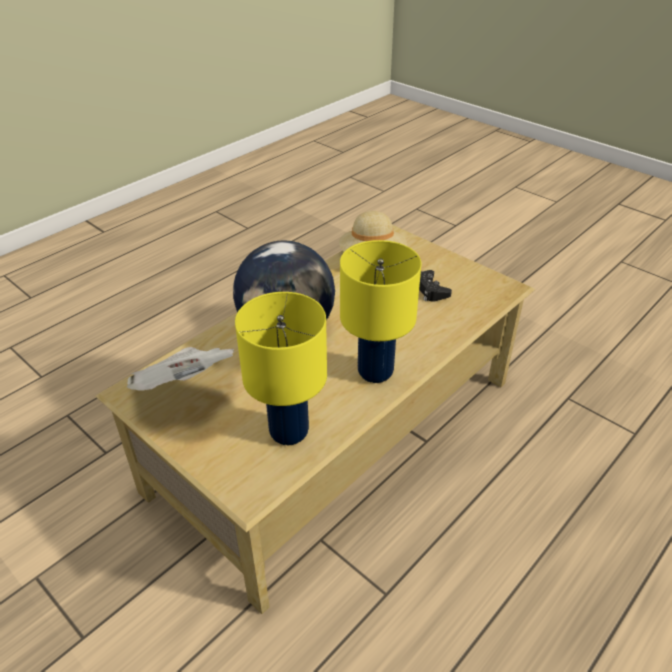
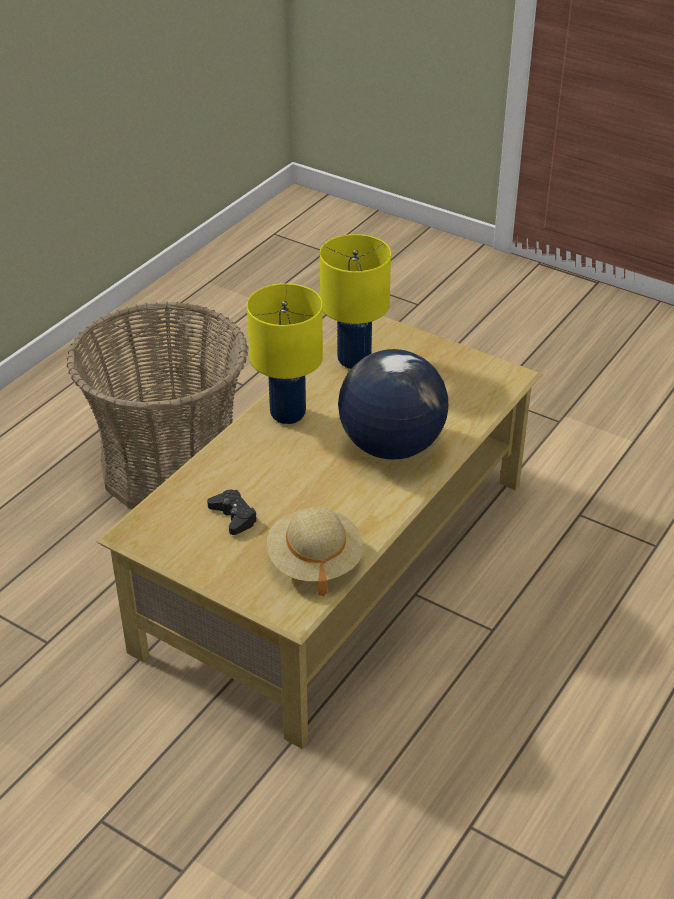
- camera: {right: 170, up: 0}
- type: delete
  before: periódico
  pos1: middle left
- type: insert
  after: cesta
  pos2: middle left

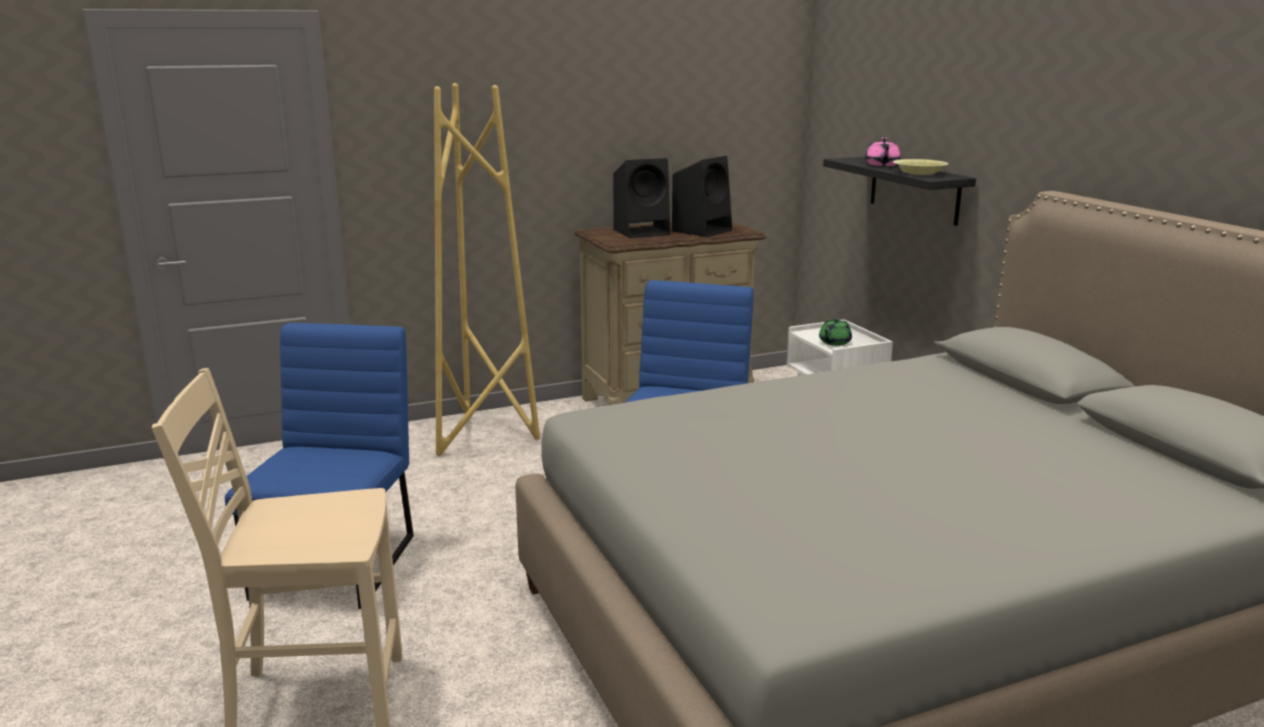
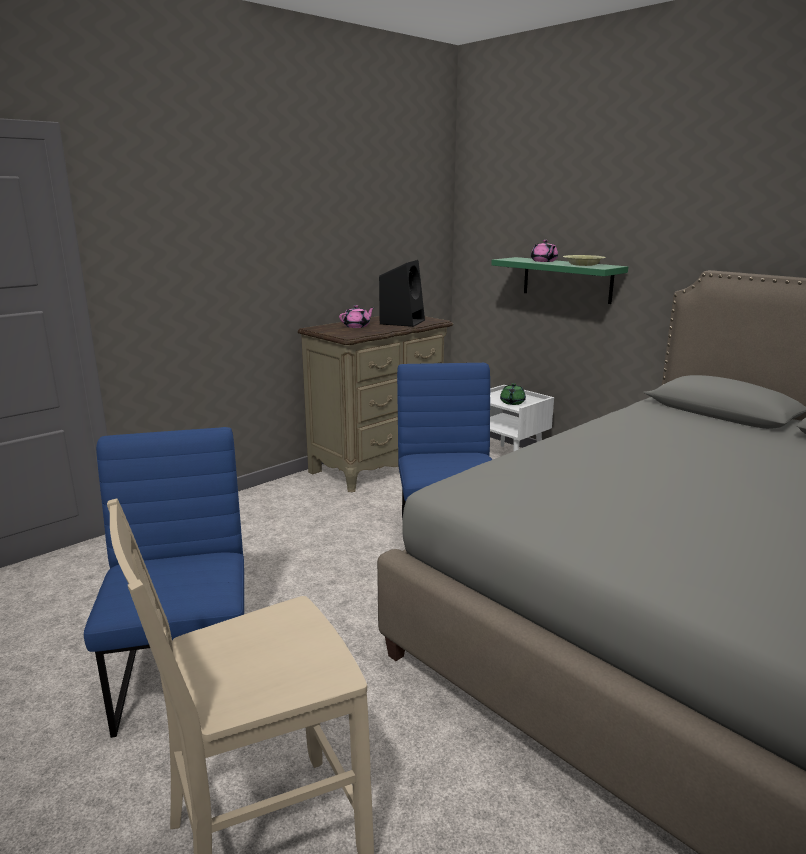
- camera: {right: -20, up: 0}
- type: delete
  before: perchero/amarillo
  pos1: centre
- type: replace
  before: altavoz/negro (1st from left)
  after: tetera/rosa (1st from left)
  pos1: top centre
  pos2: centre
- type: recolor
  before: estante/negro
  after: estante/verde
  pos1: top right
  pos2: top right

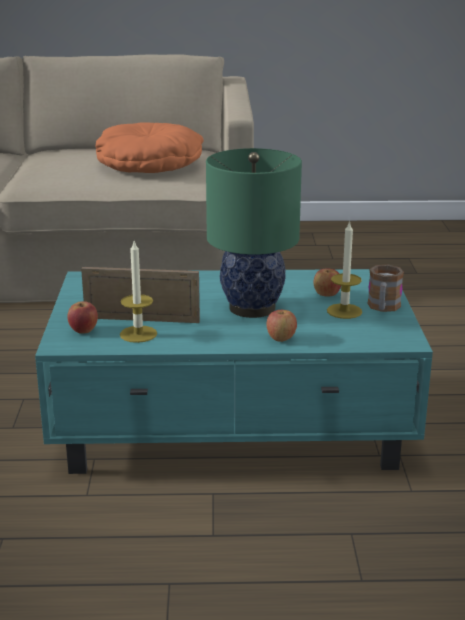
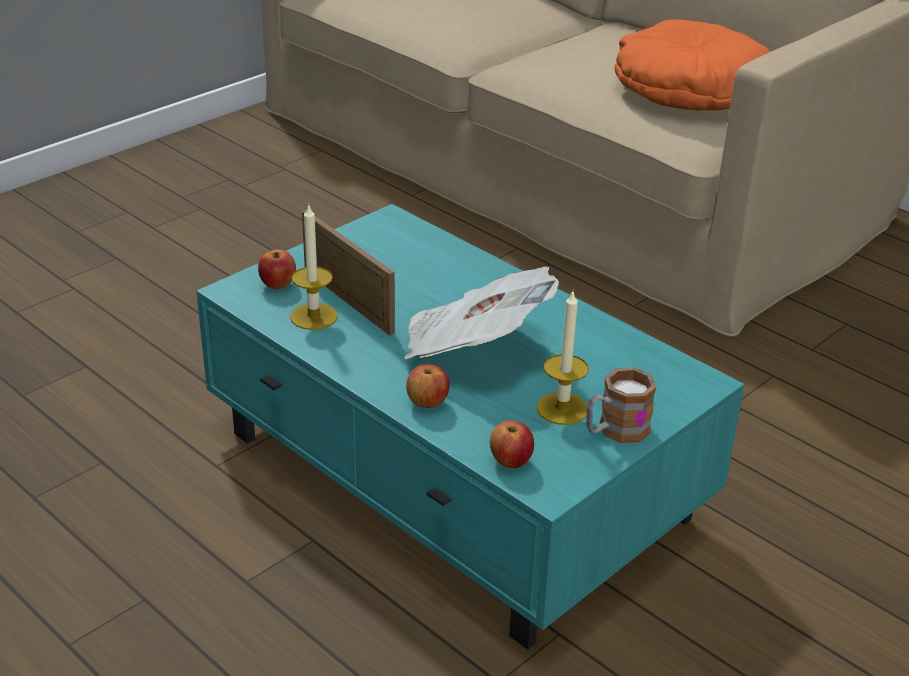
- camera: {right: 45, up: 10}
- type: move
  before: manzana (3rd from left)
  pos1: middle right
  pos2: centre
- type: replace
  before: lámpara de mesa/verde
  after: periódico
  pos1: centre
  pos2: centre

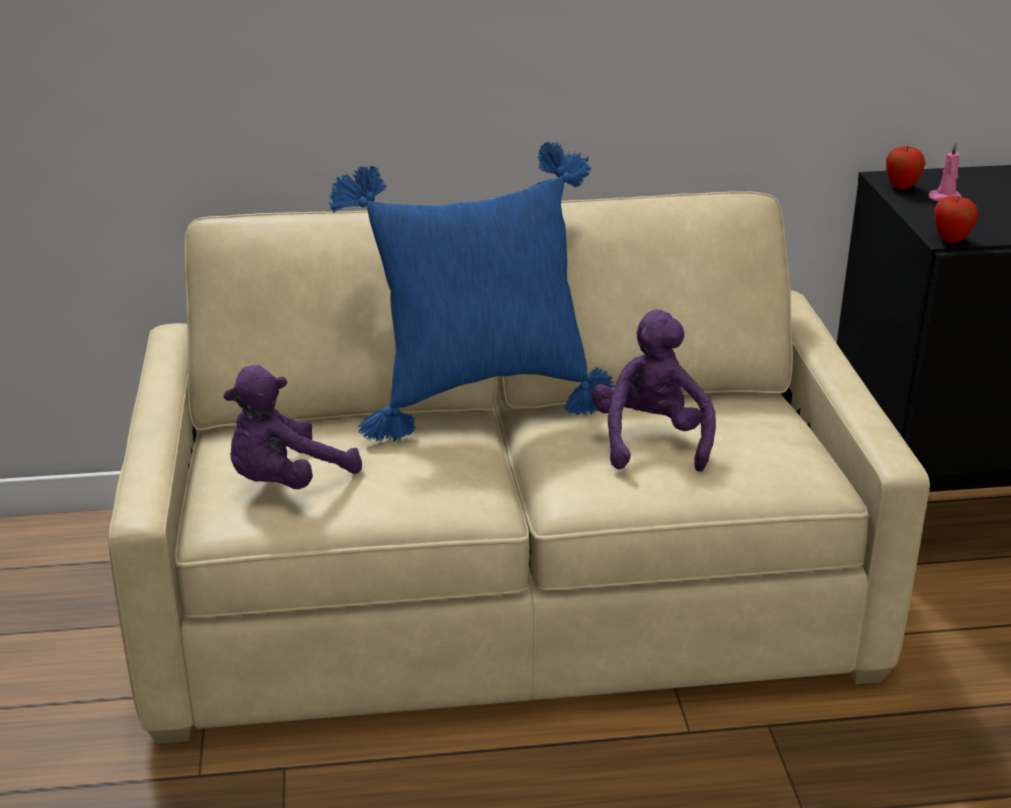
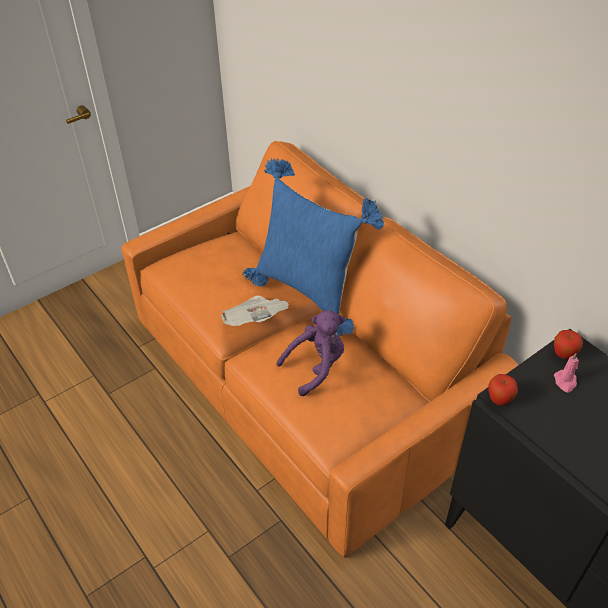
- camera: {right: 60, up: 15}
- type: delete
  before: peluche/morado (1st from left)
  pos1: middle left
- type: insert
  after: periódico
  pos2: centre
- type: recolor
  before: sofá/beis
  after: sofá/naranja
  pos1: centre
  pos2: centre

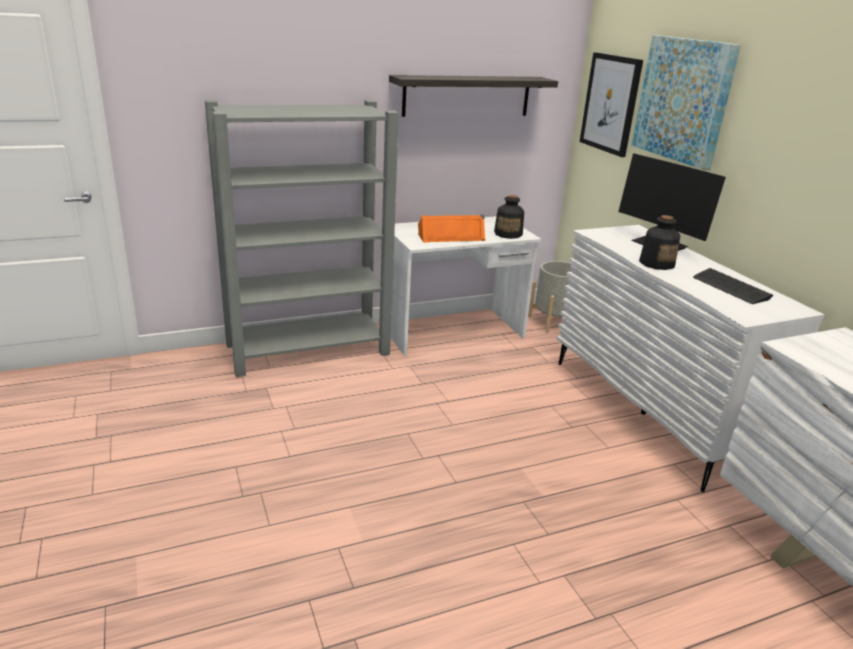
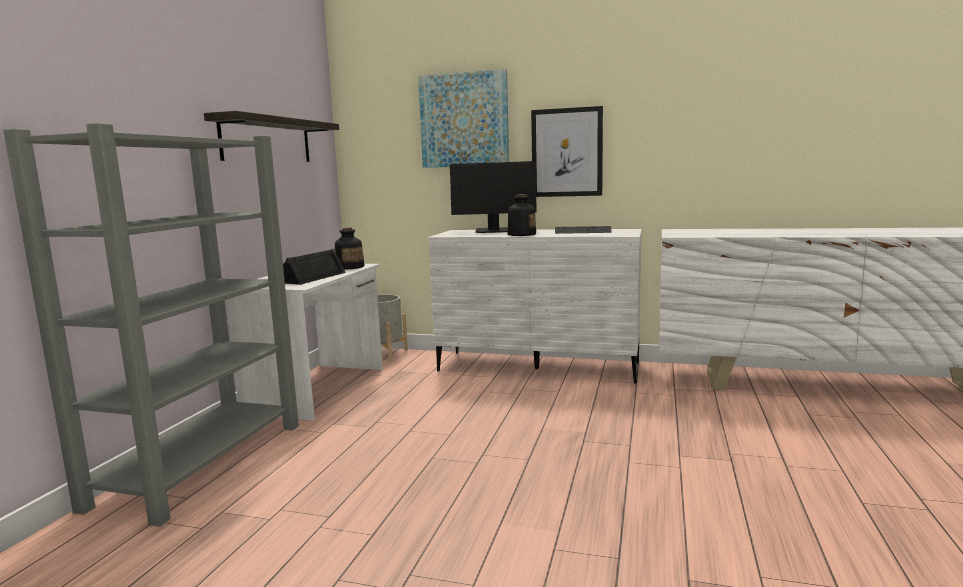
- camera: {right: -50, up: -15}
- type: move
  before: cuadro (1st from left in the first image)
  after: cuadro (2nd from left)
  pos1: top right
  pos2: top centre
- type: recolor
  before: altavoz/naranja
  after: altavoz/negro
  pos1: centre
  pos2: middle left

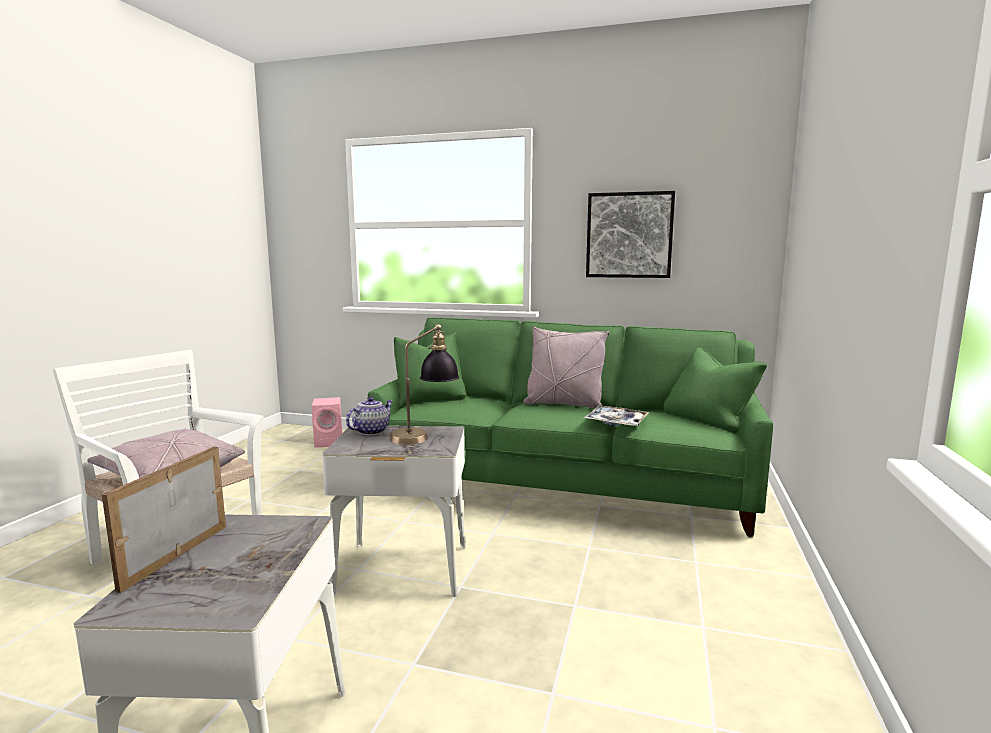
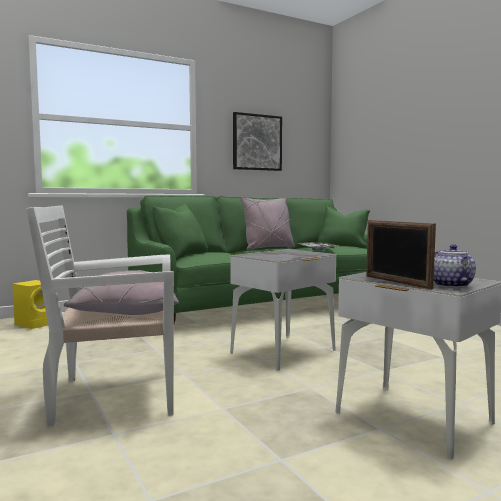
- camera: {right: -45, up: -5}
- type: delete
  before: lámpara de mesa
  pos1: centre
- type: move
  before: tetera
  pos1: centre
  pos2: middle right
- type: recolor
  before: altavoz/rosa
  after: altavoz/amarillo
  pos1: middle left
  pos2: middle left

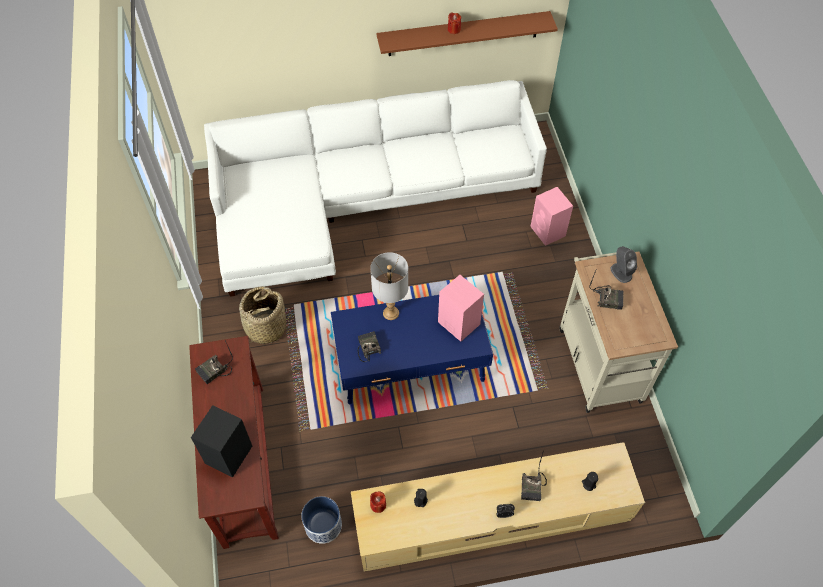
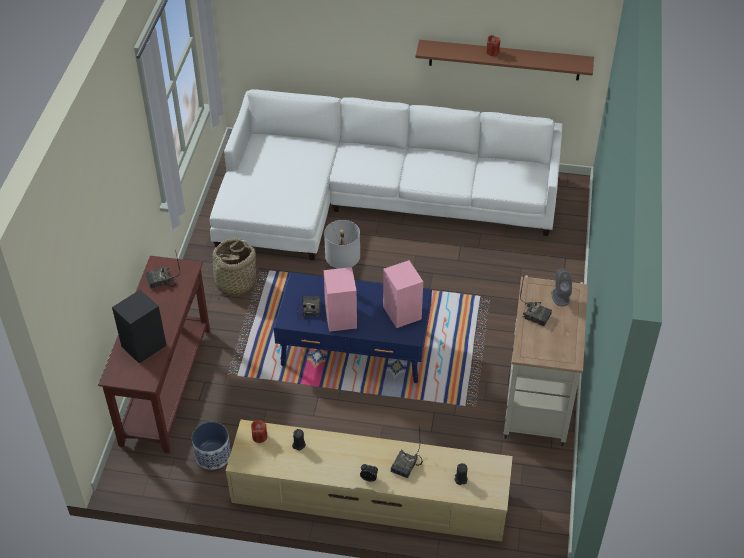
- camera: {right: 20, up: -10}
- type: move
  before: altavoz/rosa (2nd from left in the first image)
  after: altavoz/rosa (1st from left)
  pos1: middle right
  pos2: centre

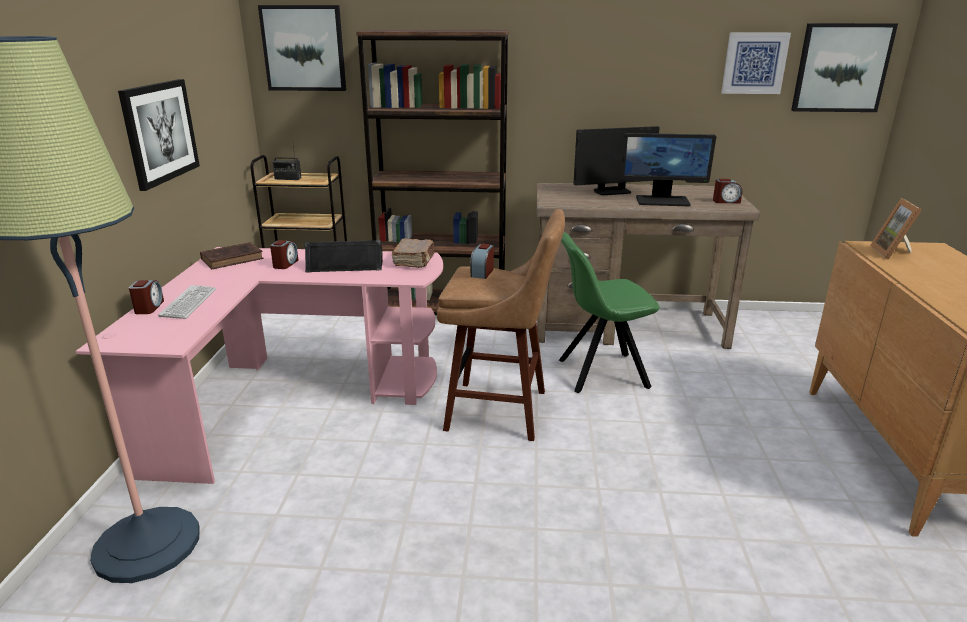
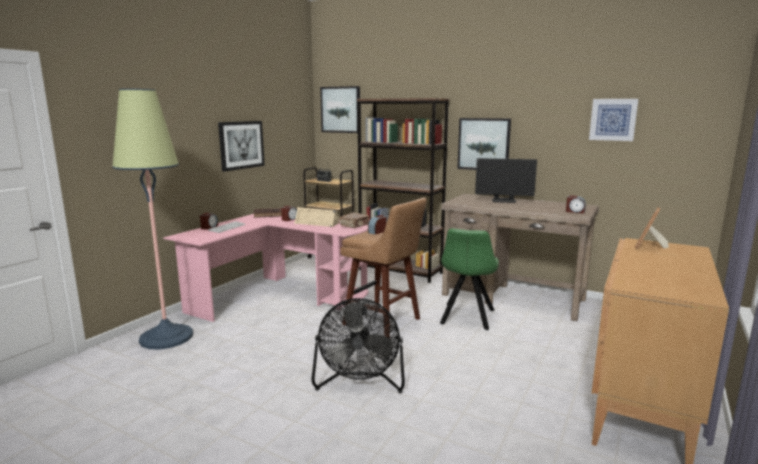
- camera: {right: 25, up: -10}
- type: delete
  before: monitor (2nd from left)
  pos1: top right
- type: insert
  after: ventilador/negro
  pos2: bottom centre
- type: move
  before: cuadro (4th from left in the first image)
  after: cuadro (3rd from left)
  pos1: top right
  pos2: top centre
- type: recolor
  before: altavoz/negro
  after: altavoz/beis
  pos1: centre
  pos2: centre
- type: rotate
  before: silla/verde
  pos1: centre
  pos2: centre
  turn: -90

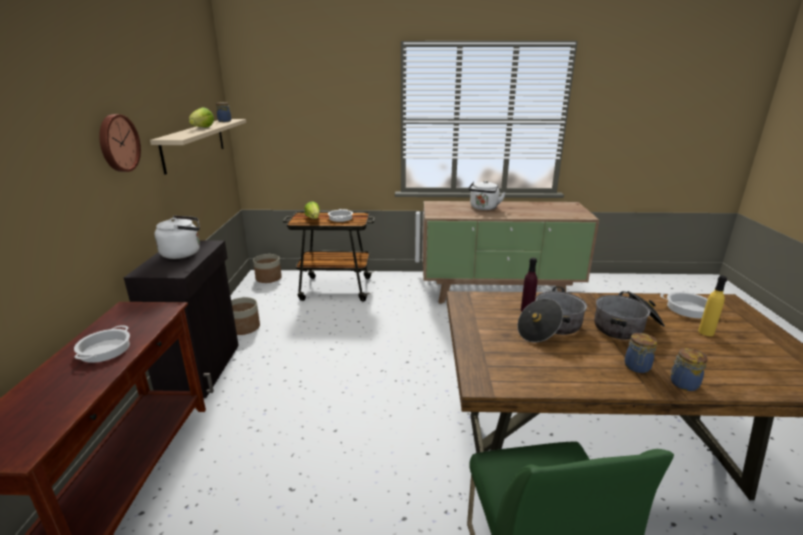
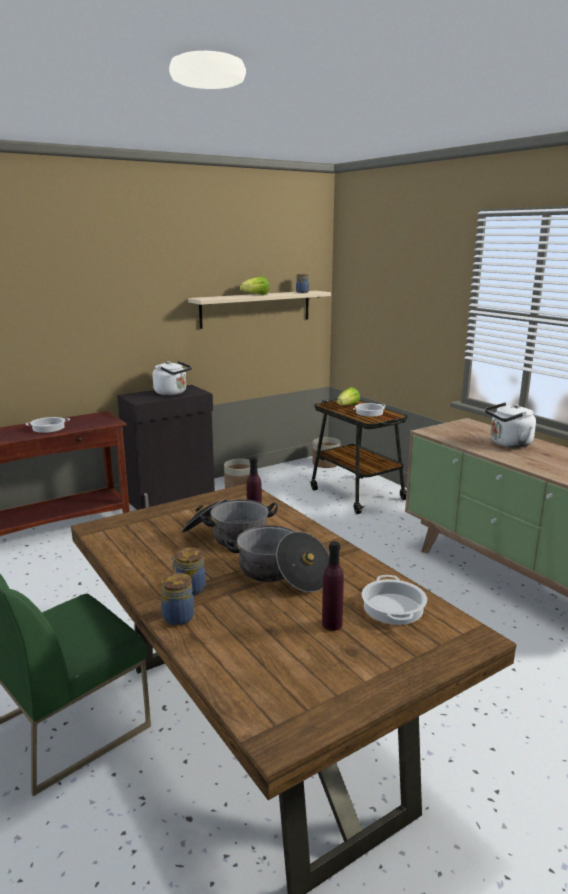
- camera: {right: 55, up: -5}
- type: delete
  before: reloj de pared
  pos1: top left
- type: recolor
  before: botella/amarillo
  after: botella/morado (2nd from left)
  pos1: middle right
  pos2: centre

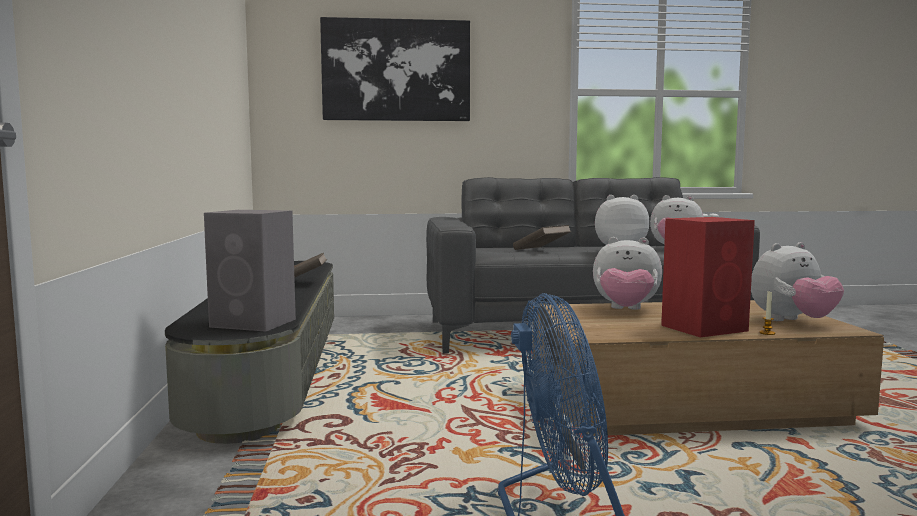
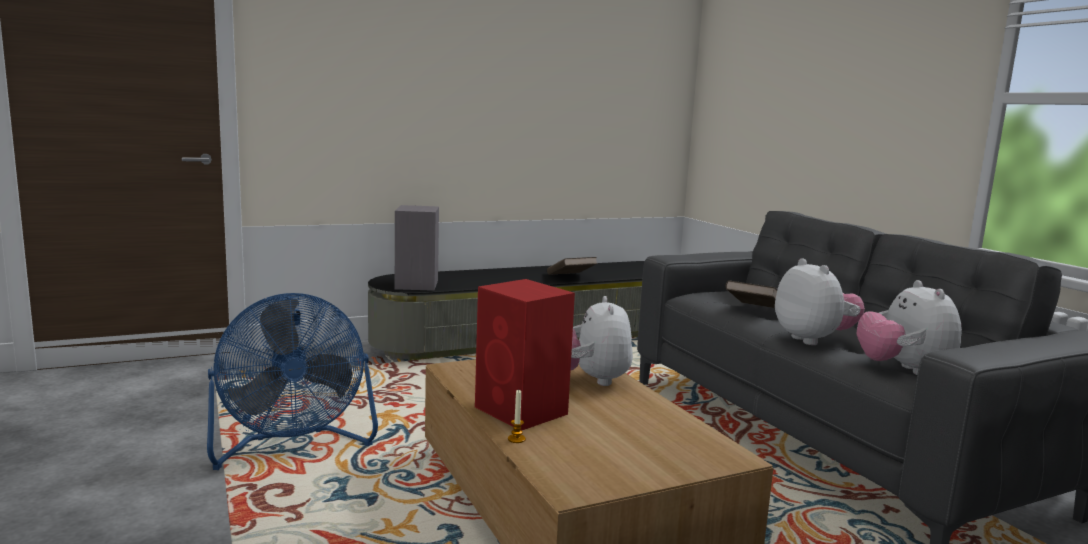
- camera: {right: 70, up: 5}
- type: delete
  before: cuadro
  pos1: top centre
- type: delete
  before: peluche (4th from left)
  pos1: middle right

